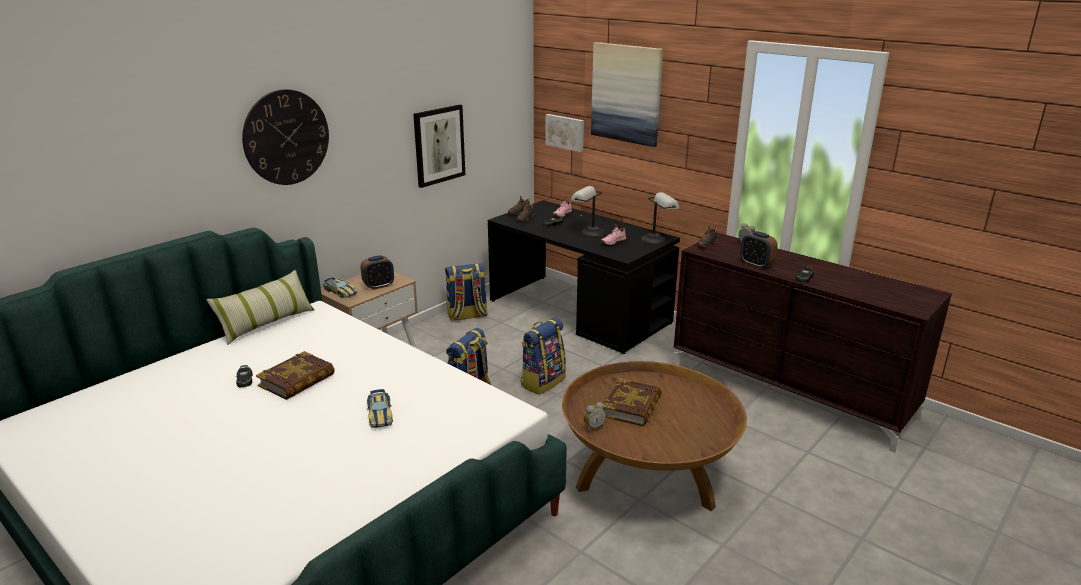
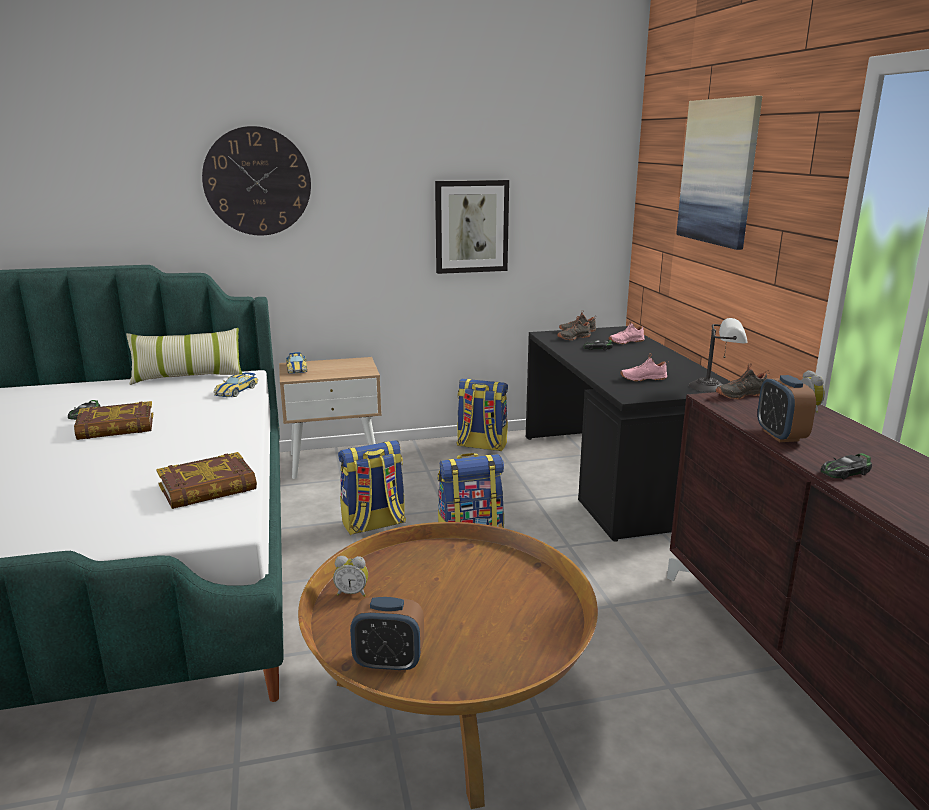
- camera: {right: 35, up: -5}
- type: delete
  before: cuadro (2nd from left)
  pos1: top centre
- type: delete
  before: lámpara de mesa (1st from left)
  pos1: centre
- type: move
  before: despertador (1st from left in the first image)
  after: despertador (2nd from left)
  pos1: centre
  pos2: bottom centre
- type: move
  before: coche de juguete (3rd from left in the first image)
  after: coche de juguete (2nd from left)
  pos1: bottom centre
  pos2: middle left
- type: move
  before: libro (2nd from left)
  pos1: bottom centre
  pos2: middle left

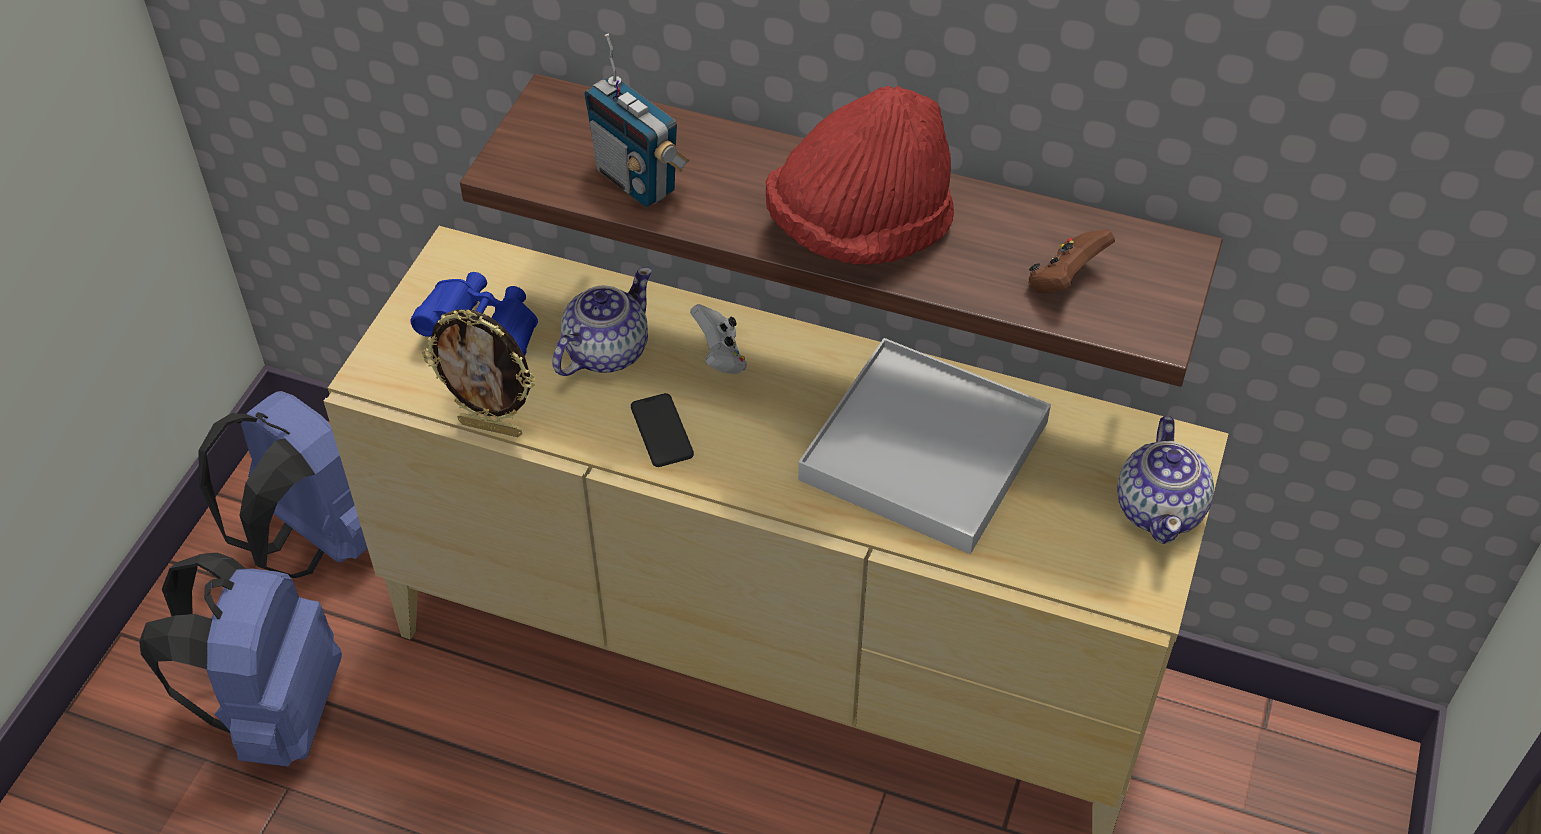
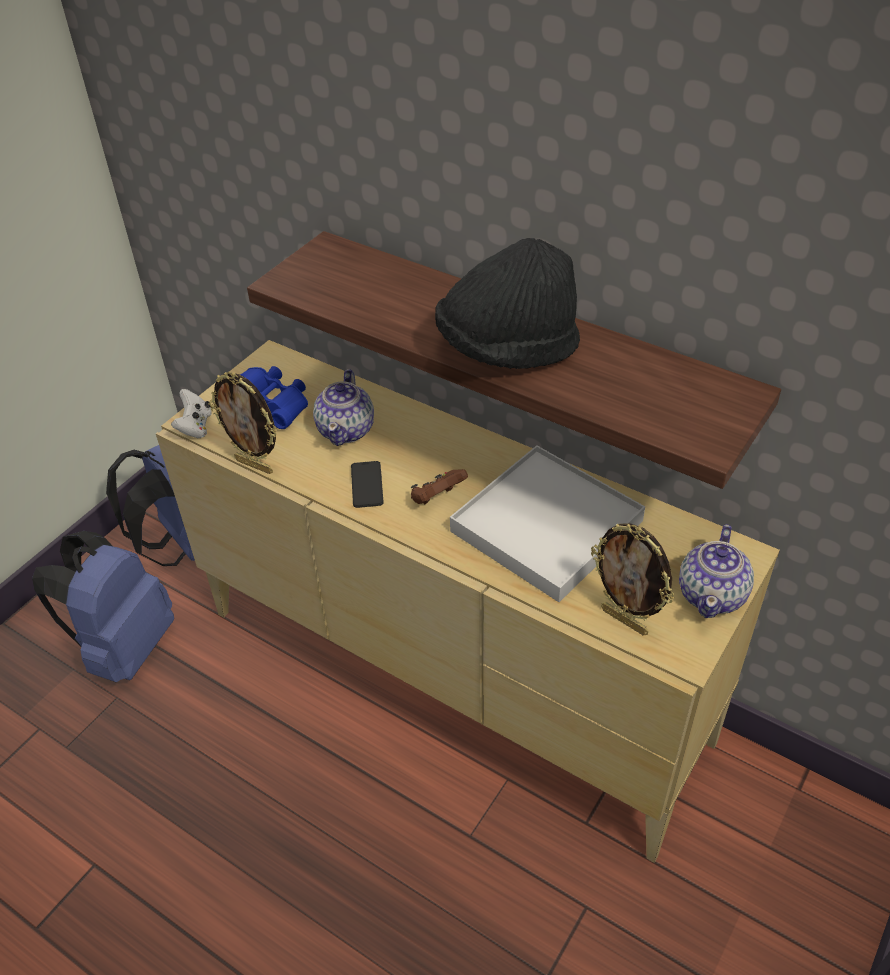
- camera: {right: 15, up: -5}
- type: delete
  before: radio
  pos1: top centre
- type: insert
  after: portarretratos (2nd from left)
  pos2: middle right
- type: move
  before: mando de consola/blanco
  pos1: centre
  pos2: middle left
- type: move
  before: mando de consola/marrón
  pos1: top right
  pos2: centre
- type: recolor
  before: sombrero/rojo
  after: sombrero/negro
  pos1: top centre
  pos2: top centre
- type: rotate
  before: tetera (1st from left)
  pos1: centre
  pos2: centre
  turn: 135

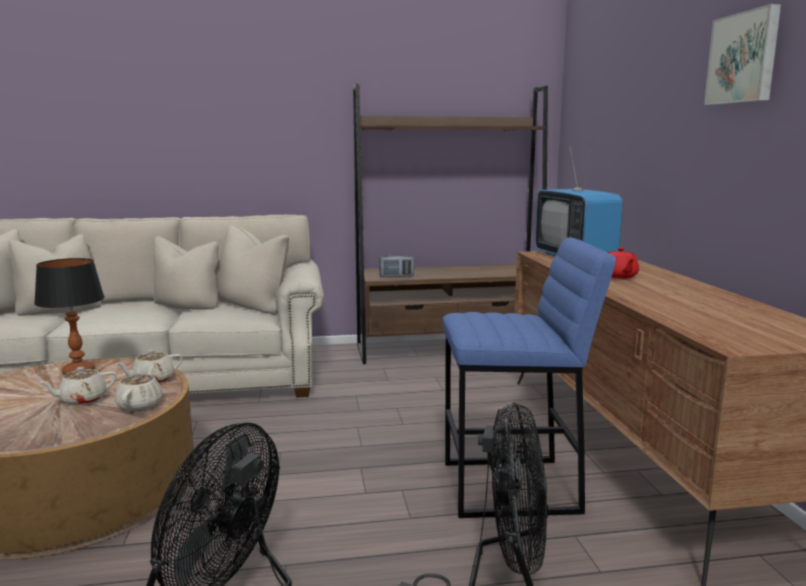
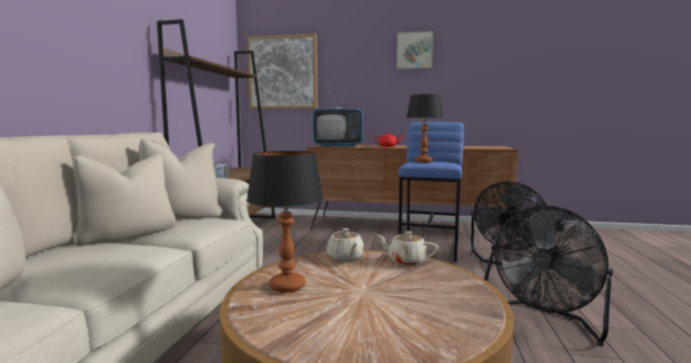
- camera: {right: -70, up: -5}
- type: delete
  before: tetera/beis (1st from left)
  pos1: middle left
- type: insert
  after: cuadro (1st from left)
  pos2: top centre
- type: insert
  after: lámpara de mesa (2nd from left)
  pos2: centre

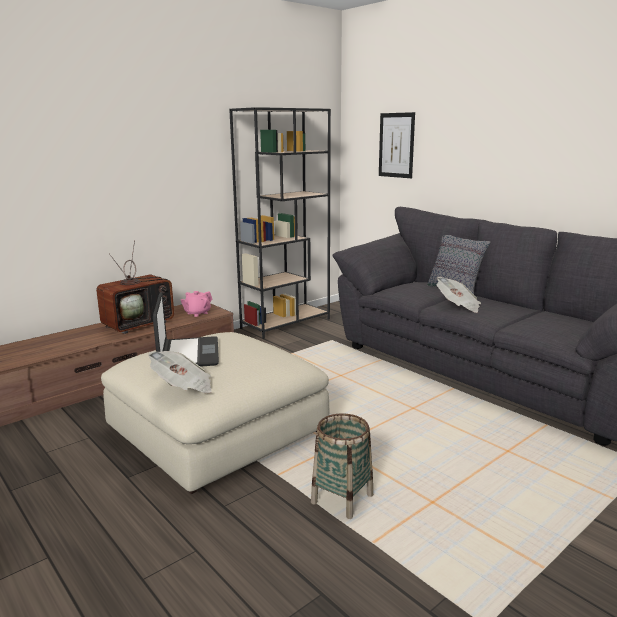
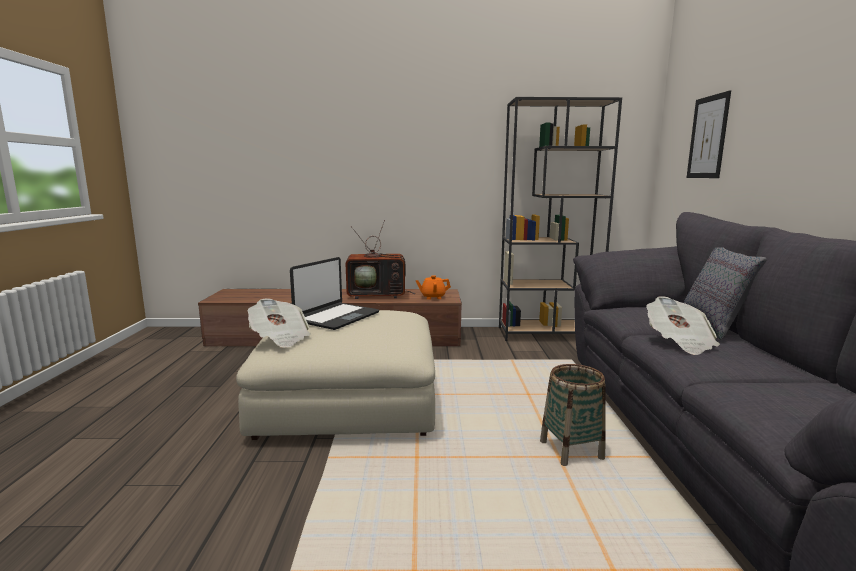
- camera: {right: 40, up: -5}
- type: move
  before: cesta
  pos1: bottom centre
  pos2: bottom right
- type: recolor
  before: tetera/rosa
  after: tetera/naranja
  pos1: middle left
  pos2: centre

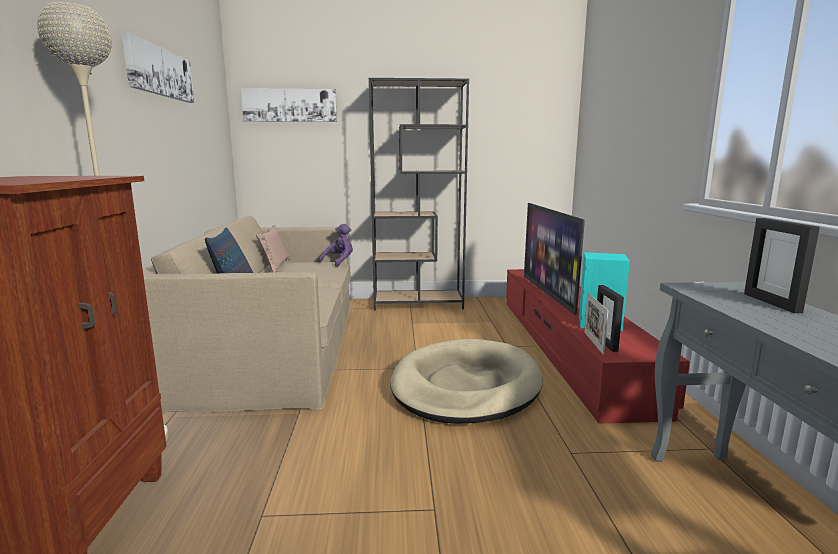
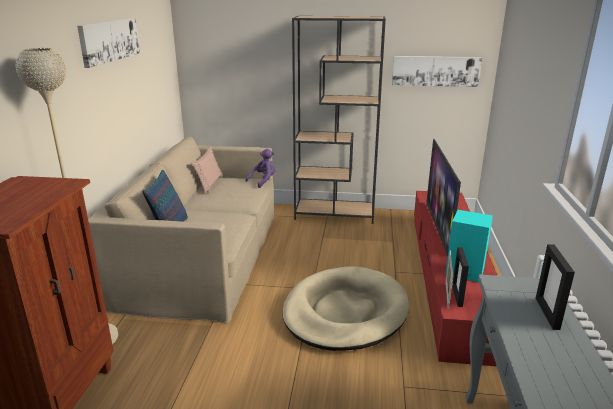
- camera: {right: 10, up: 10}
- type: move
  before: cuadro (2nd from left)
  pos1: top centre
  pos2: top right

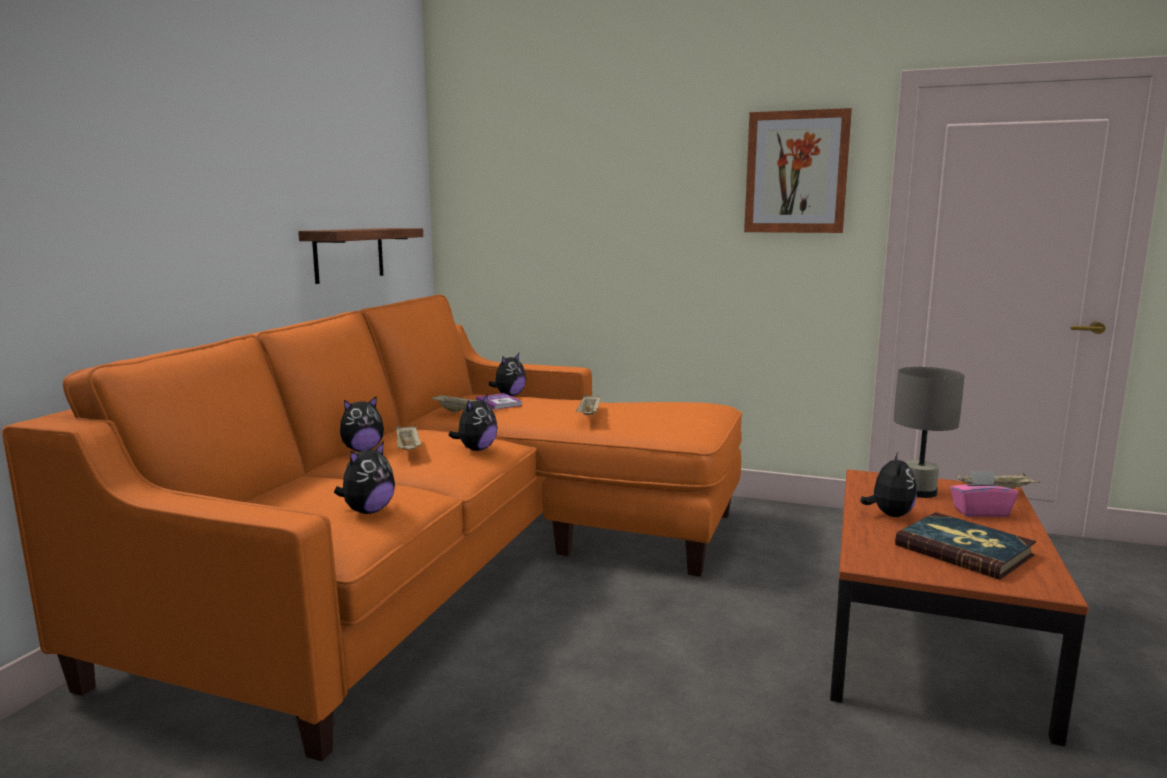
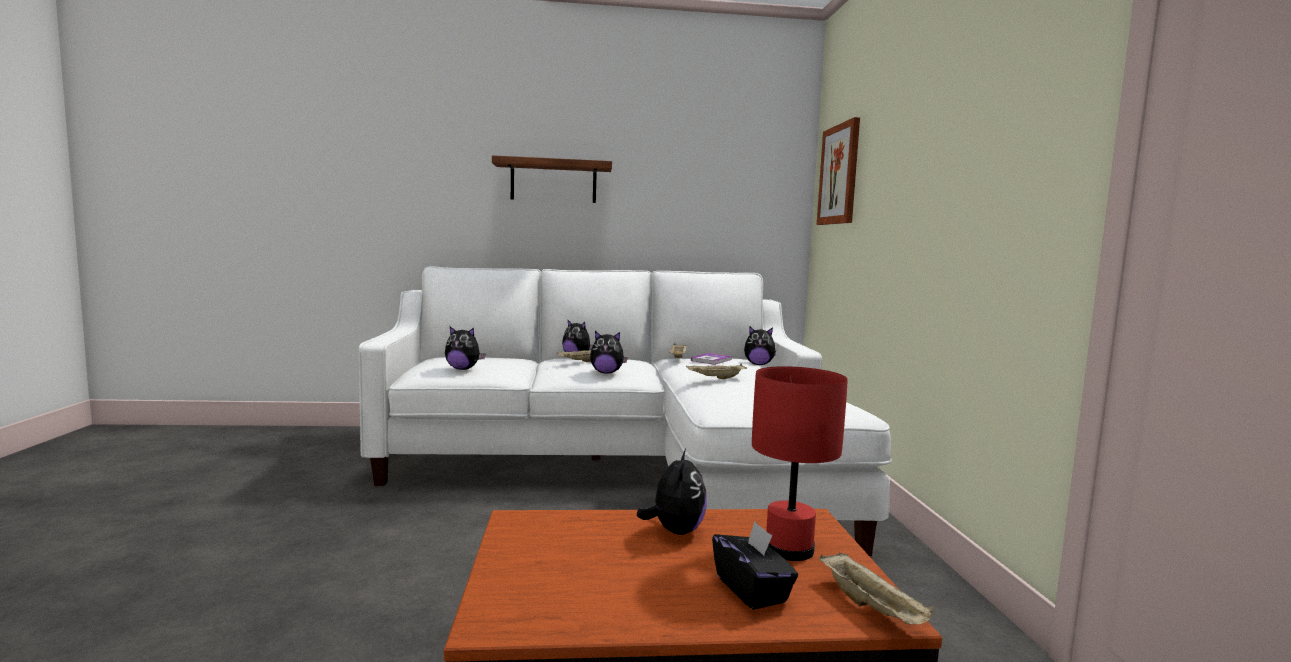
- camera: {right: 65, up: -5}
- type: delete
  before: libro (2nd from left)
  pos1: bottom right
- type: move
  before: estante
  pos1: top left
  pos2: top centre
- type: move
  before: cuadro
  pos1: top right
  pos2: top centre
- type: recolor
  before: sofá/naranja
  after: sofá/blanco
  pos1: bottom left
  pos2: centre
- type: recolor
  before: lámpara de mesa/gris
  after: lámpara de mesa/rojo
  pos1: middle right
  pos2: bottom centre
- type: recolor
  before: caja de pañuelos/rosa
  after: caja de pañuelos/negro
  pos1: middle right
  pos2: bottom centre
- type: rotate
  before: peluche (5th from left in the first image)
  pos1: middle right
  pos2: bottom centre
  turn: -75

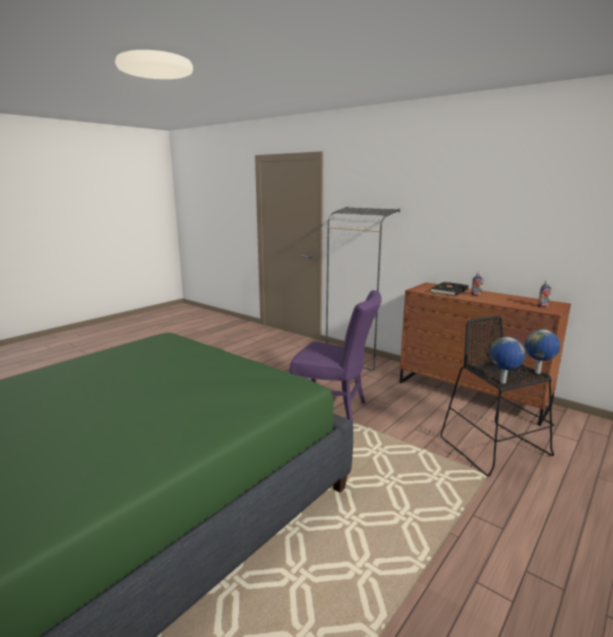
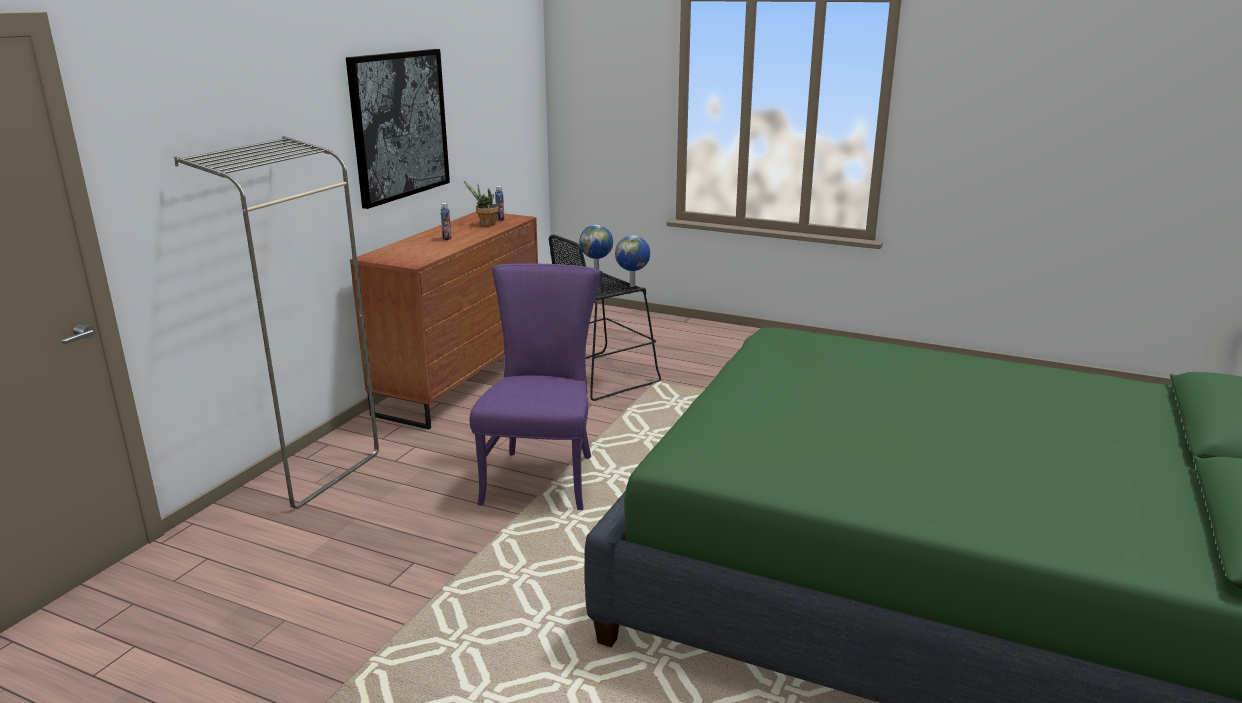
- camera: {right: -105, up: 5}
- type: delete
  before: libro/negro
  pos1: middle right
- type: insert
  after: cuadro
  pos2: top left
- type: insert
  after: planta en maceta
  pos2: top centre

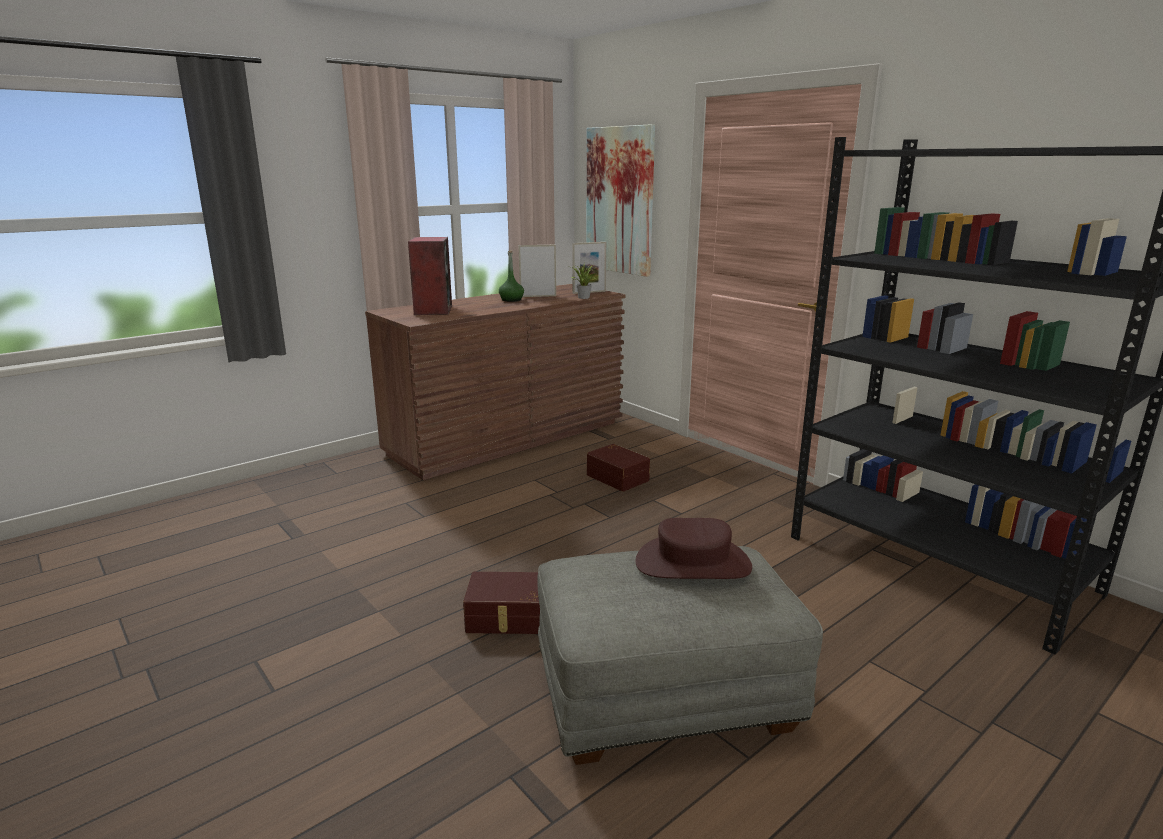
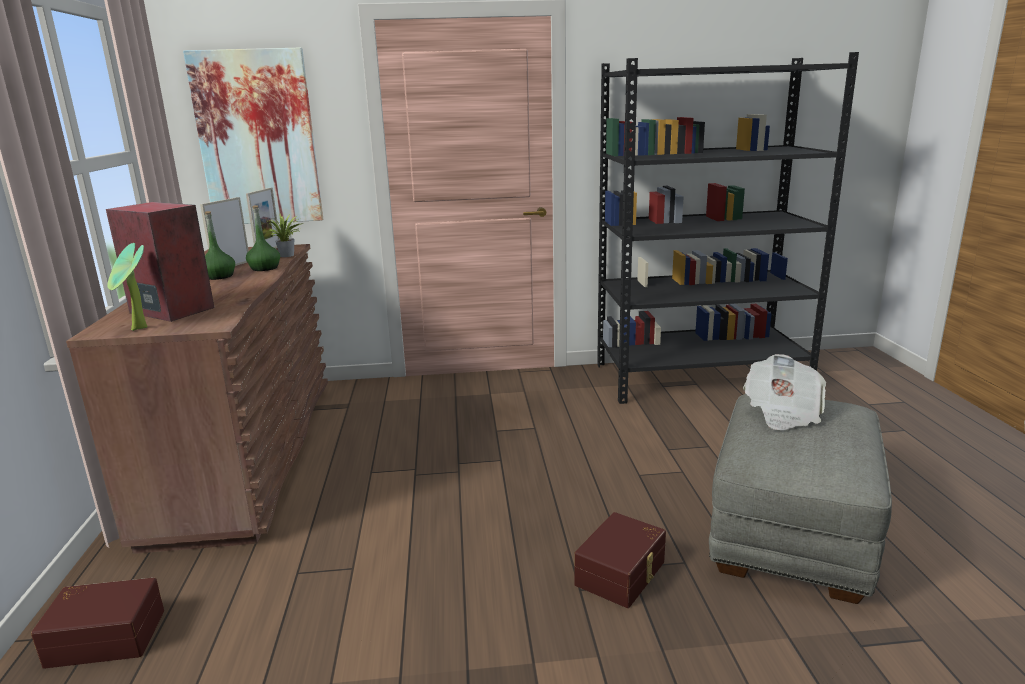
- camera: {right: -55, up: 0}
- type: insert
  after: planta en maceta (1st from left)
  pos2: middle left
- type: insert
  after: botella/verde (2nd from left)
  pos2: middle left
- type: move
  before: caja de almacenaje/marrón (2nd from left in the first image)
  after: caja de almacenaje/marrón (1st from left)
  pos1: centre
  pos2: bottom left
- type: replace
  before: sombrero/marrón
  after: periódico
  pos1: centre
  pos2: middle right

